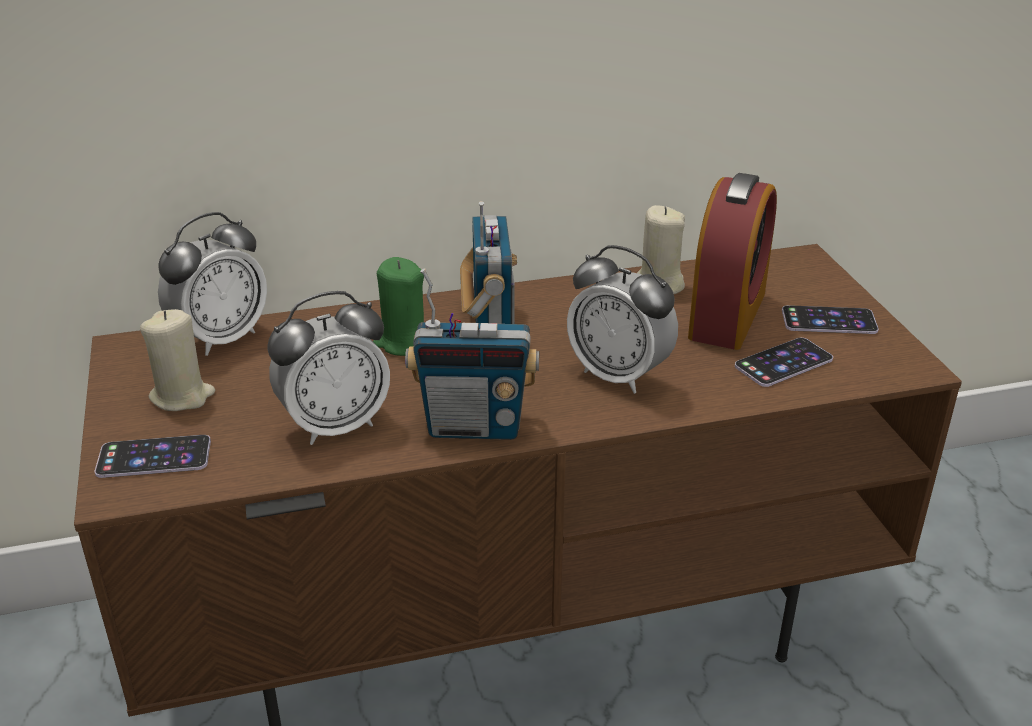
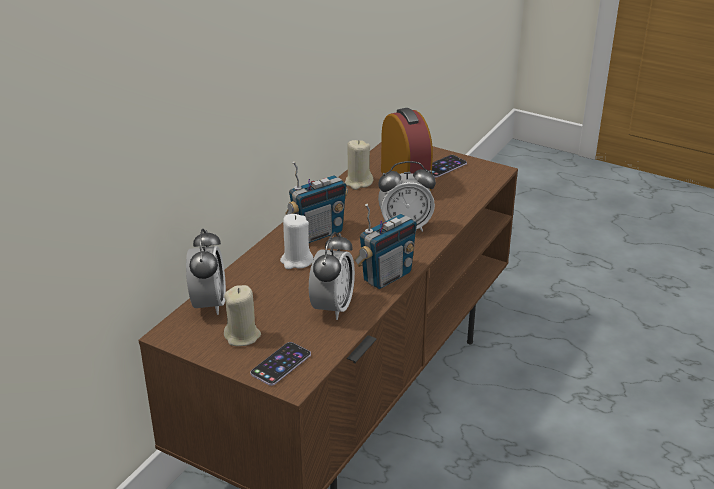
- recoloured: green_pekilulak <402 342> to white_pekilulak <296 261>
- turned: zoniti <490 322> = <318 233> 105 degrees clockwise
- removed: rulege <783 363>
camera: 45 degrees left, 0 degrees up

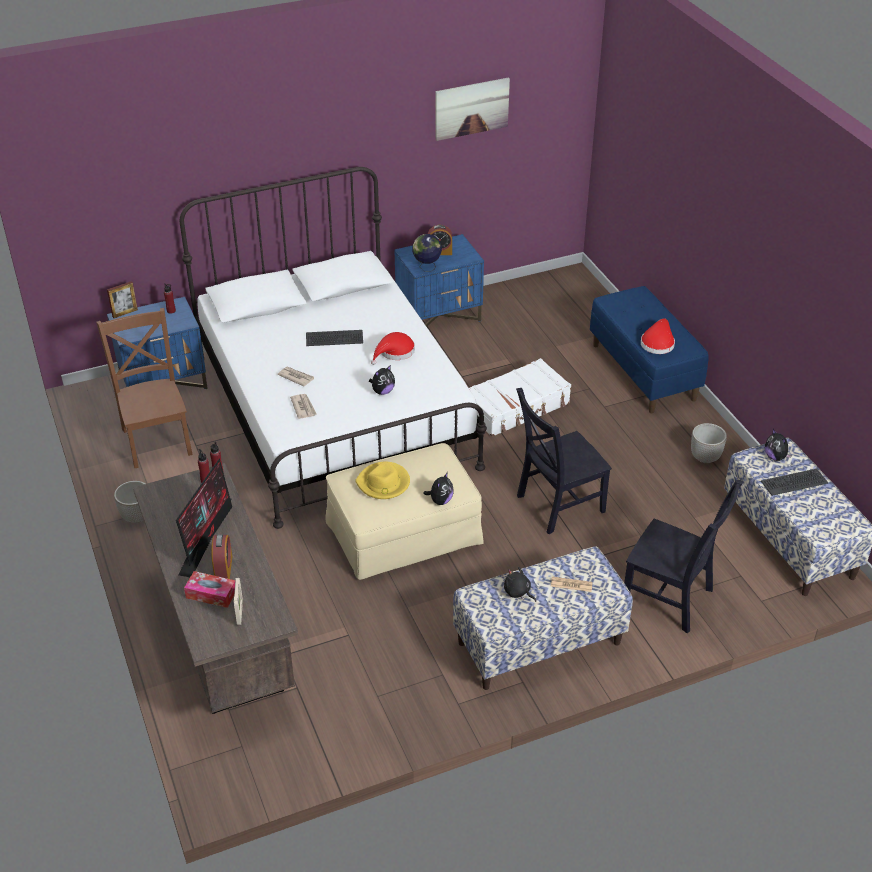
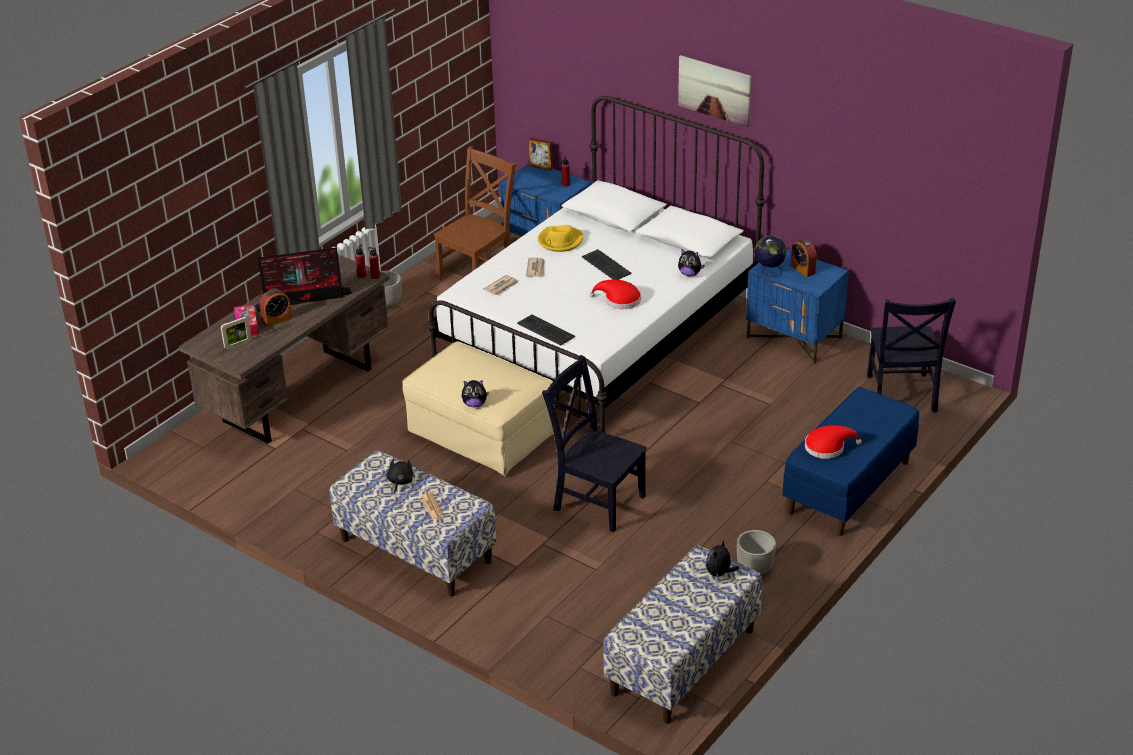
- moved: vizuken <794 482> to <546 330>
- moved: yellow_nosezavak <383 483> to <560 241>
- moved: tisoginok <471 108> to <714 90>
- moved: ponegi <382 391> to <689 274>
- moved: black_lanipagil <671 599> to <901 395>
- removed: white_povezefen <517 407>
camera: 60 degrees right, 5 degrees down

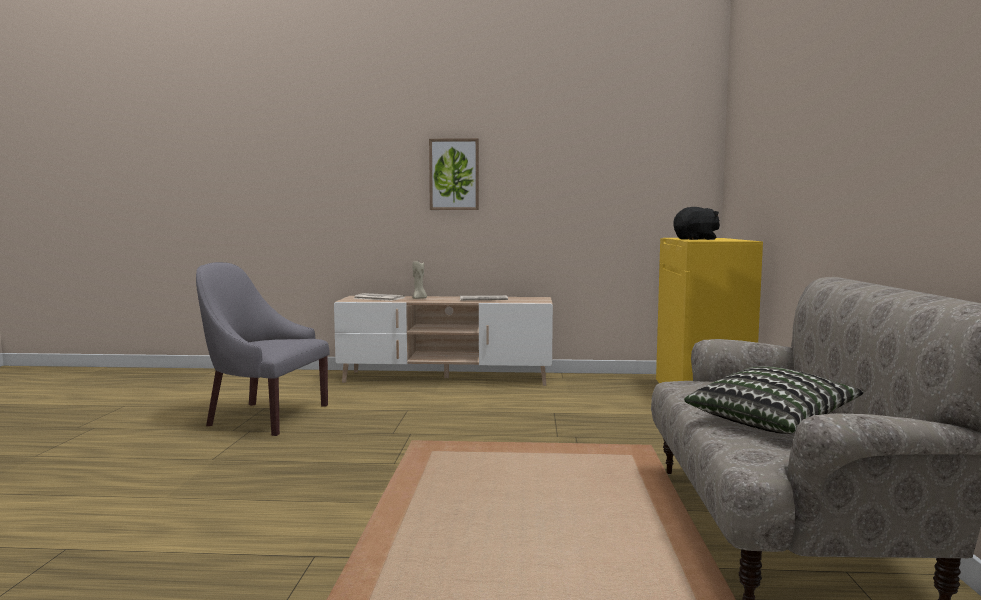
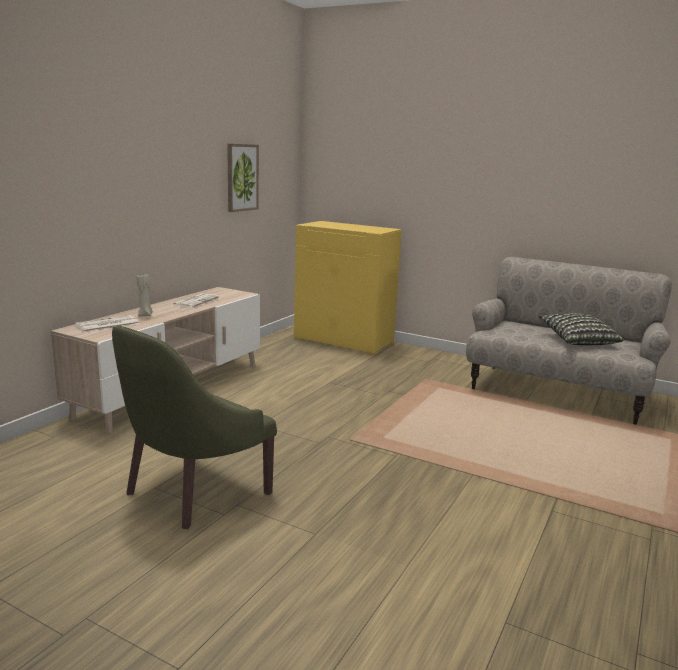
- recoloured: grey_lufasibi <264 416> to green_lufasibi <192 491>
- moved: tisoginok <454 174> to <242 177>
- removed: black_ponegi <696 239>
camera: 65 degrees left, 10 degrees up

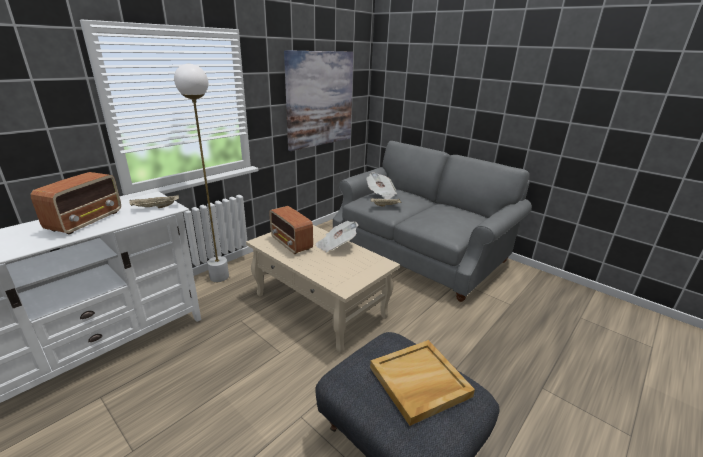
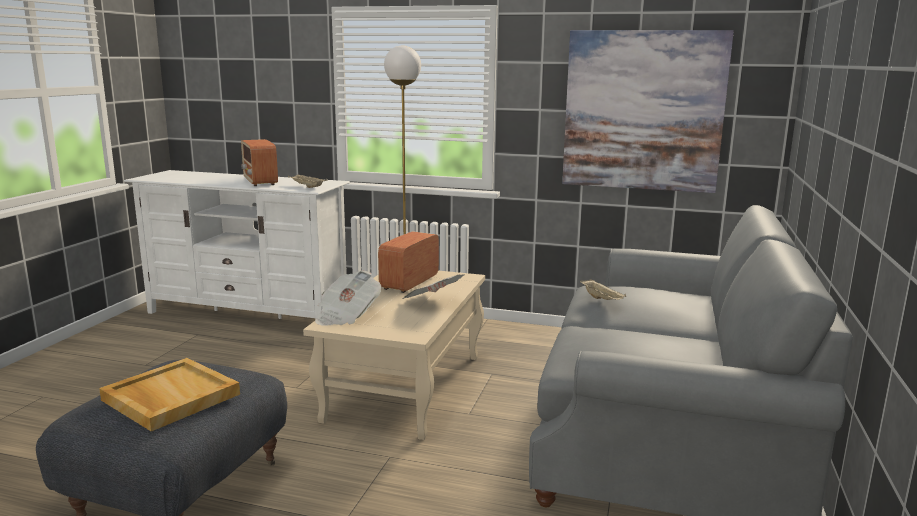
- turned: zoniti <87 221> = <260 181> 75 degrees clockwise
- moved: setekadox <381 194> to <346 316>
camera: 65 degrees right, 10 degrees down

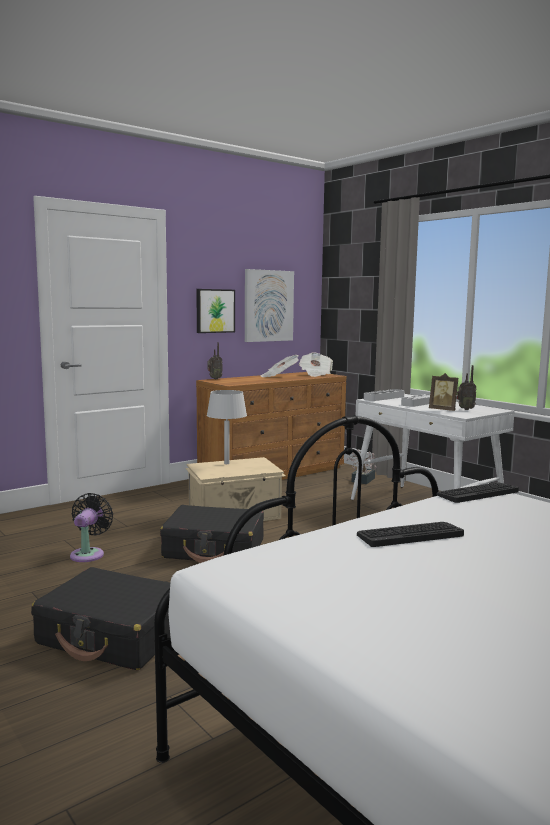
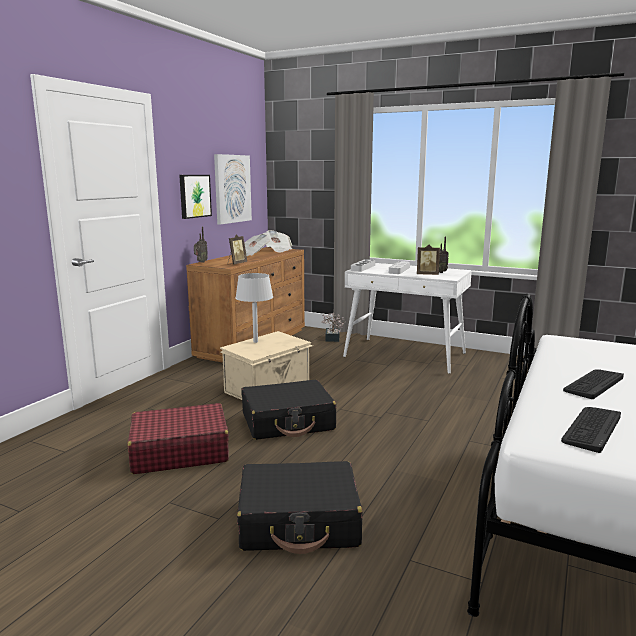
- replaced: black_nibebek <89 554> to red_povezefen <179 451>
- added: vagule <236 264>
- moved: vizuken <477 493> to <591 429>
camera: 25 degrees left, 5 degrees up

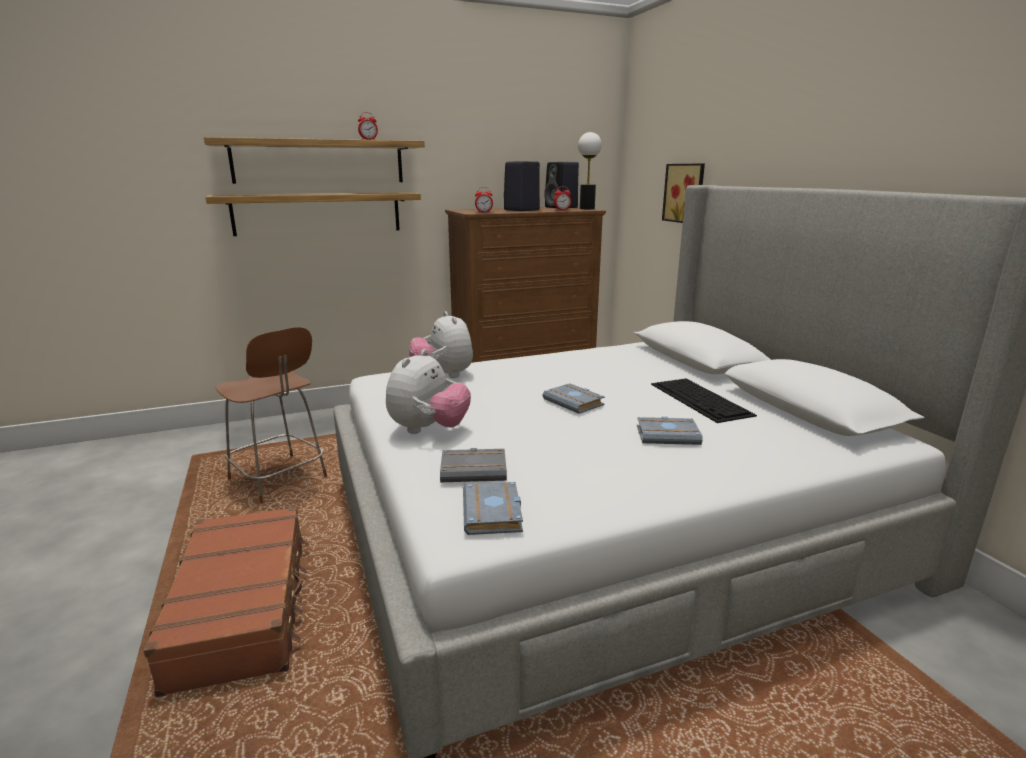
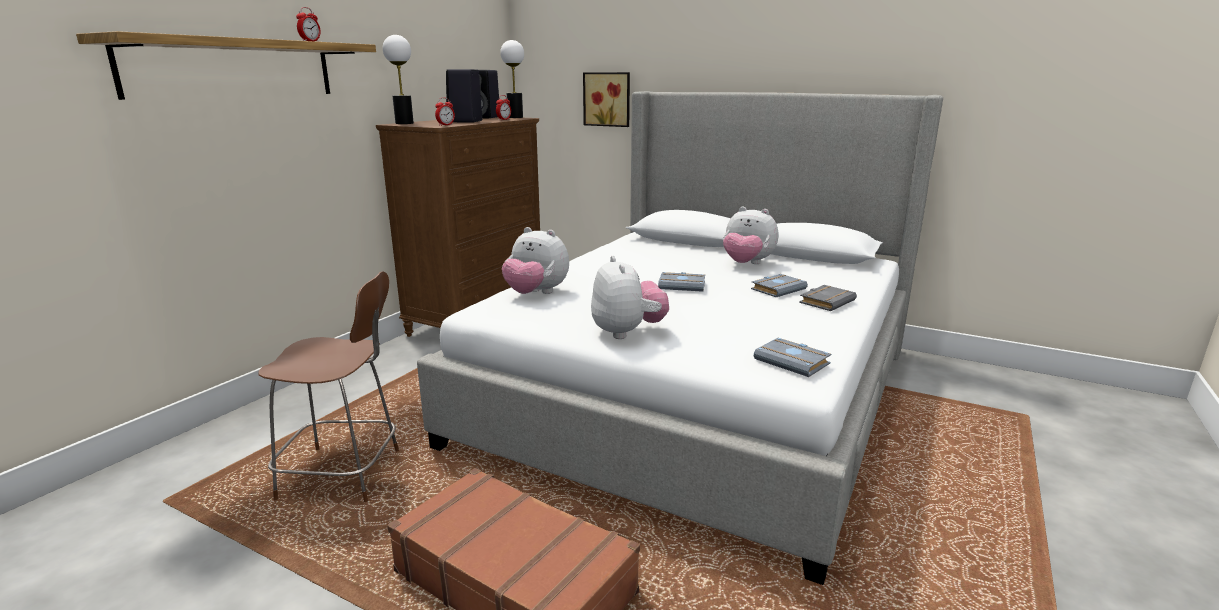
- added: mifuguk <404 123>
- replaced: vizuken <701 399> to ponegi <747 264>
- moved: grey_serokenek <475 470> to <826 301>
- removed: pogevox <318 213>
camera: 40 degrees left, 0 degrees up

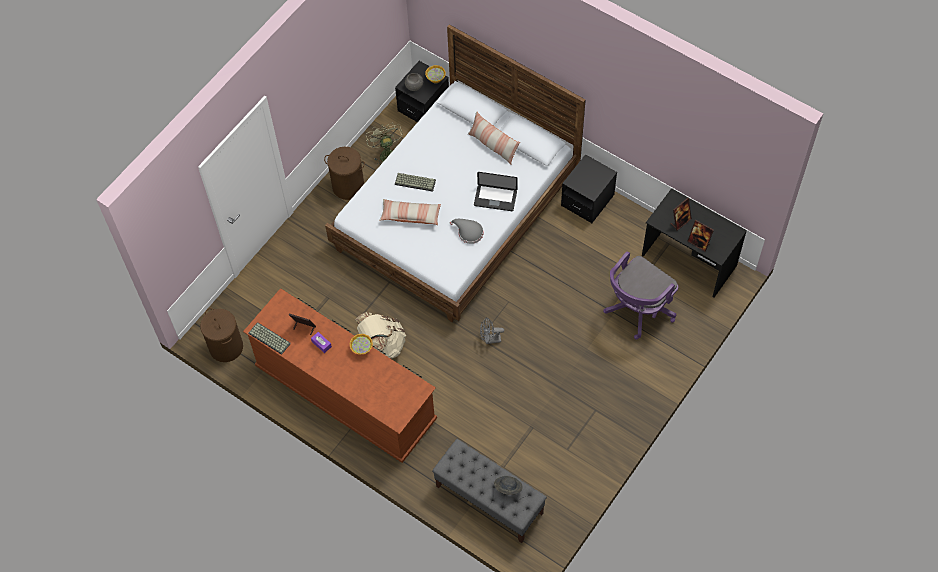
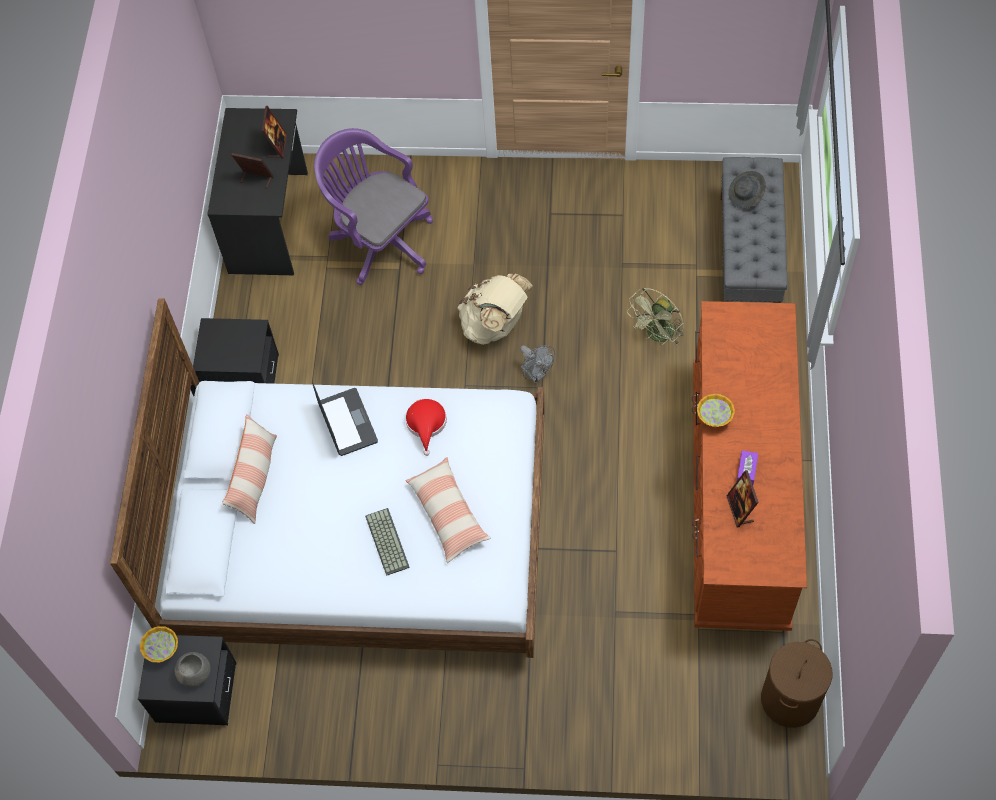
- turned: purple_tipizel <637 310> = <379 240> 150 degrees counterclockwise
- recoloured: grey_nosezavak <468 232> to red_nosezavak <426 424>
- moved: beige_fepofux <382 344> to <495 325>
- moved: green_nibebek <386 153> to <657 336>
- removed: vizuken <268 338>
- removed: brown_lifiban <348 186>
camera: 120 degrees left, 0 degrees up

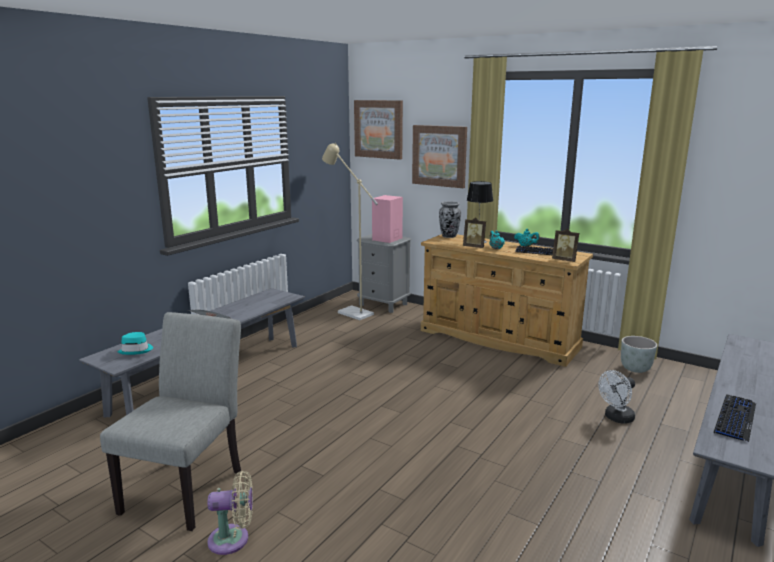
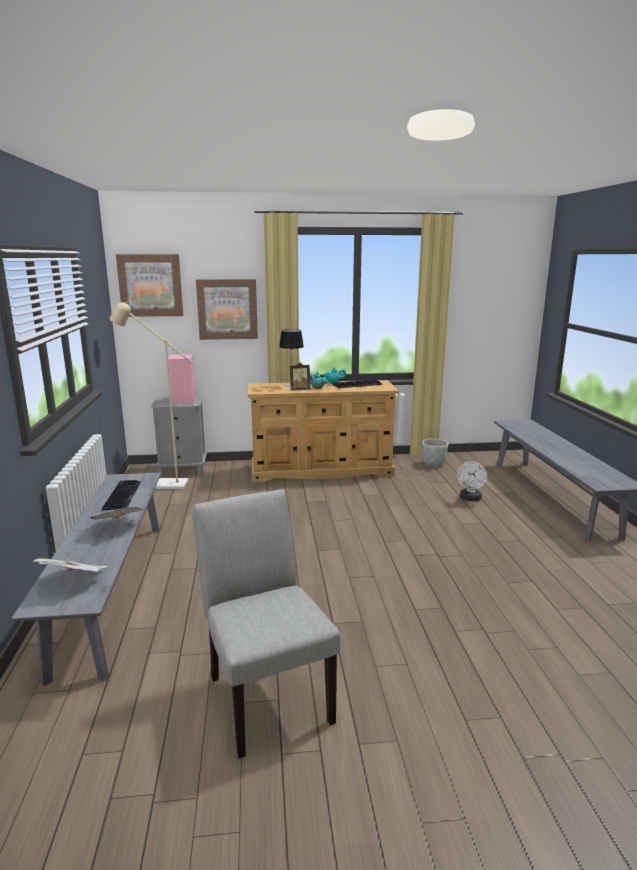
- replaced: turquoise_nosezavak <136 350> to setekadox <75 580>
- moved: vizuken <735 418> to <122 496>
- removed: beige_nibebek <233 539>
- removed: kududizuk <449 236>
- removed: vagule <564 260>
camera: 40 degrees left, 0 degrees up

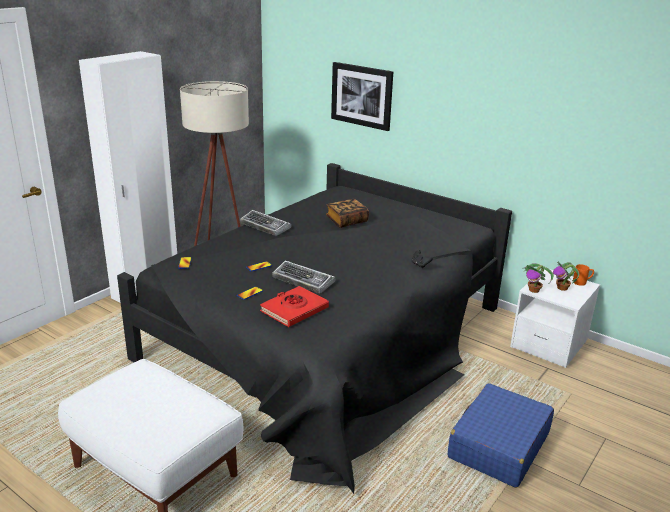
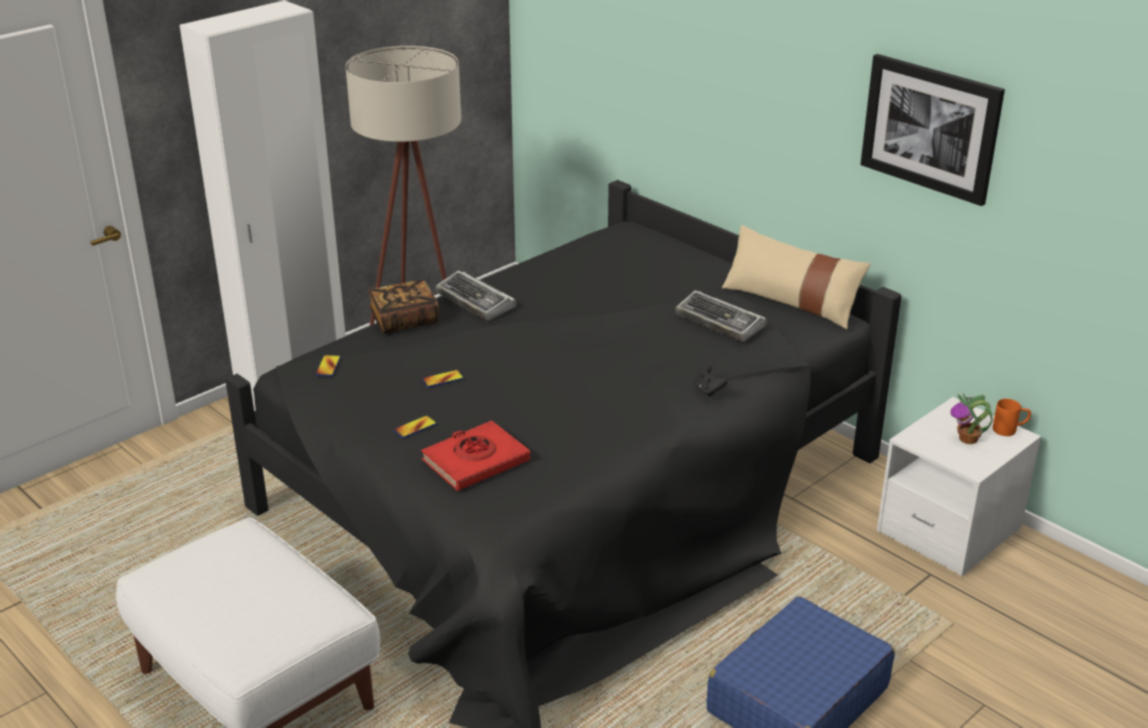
- moved: serokenek <346 221> to <404 320>
- moved: vizuken <304 281> to <721 322>
- added: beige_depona <791 302>
- moved: tisoginok <362 95> to <931 128>
- removed: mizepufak <534 290>
camera: 10 degrees right, 5 degrees up

